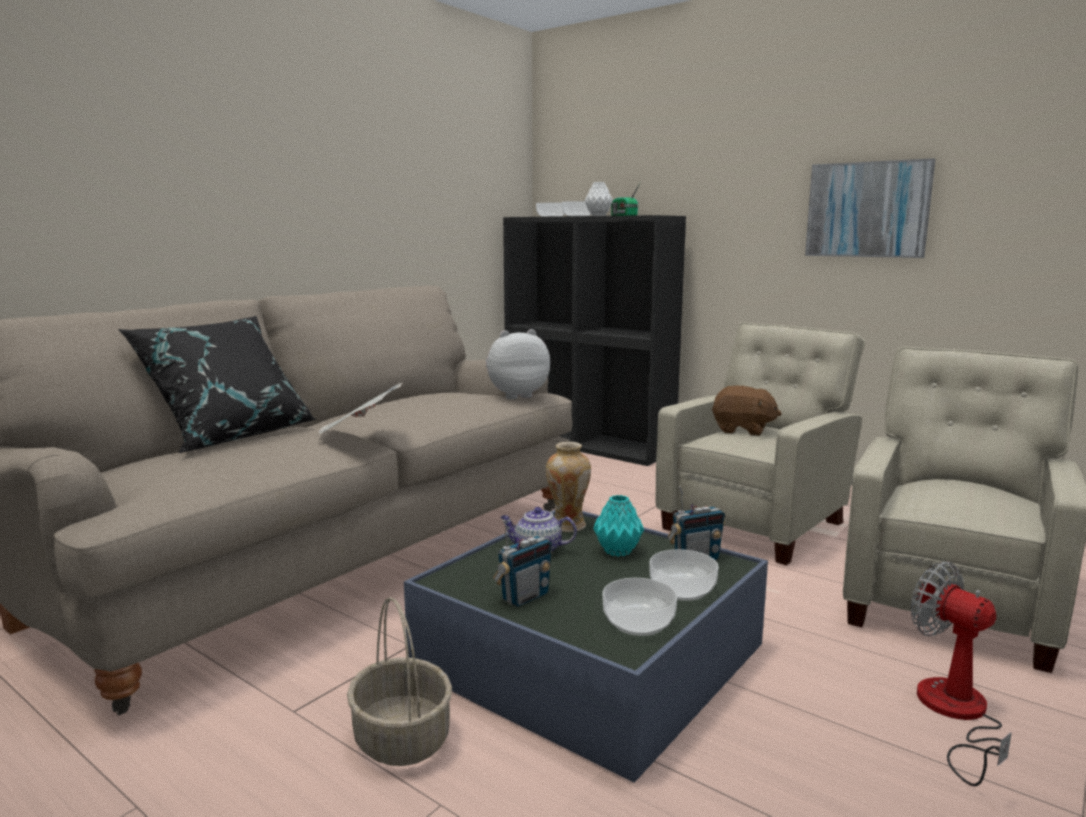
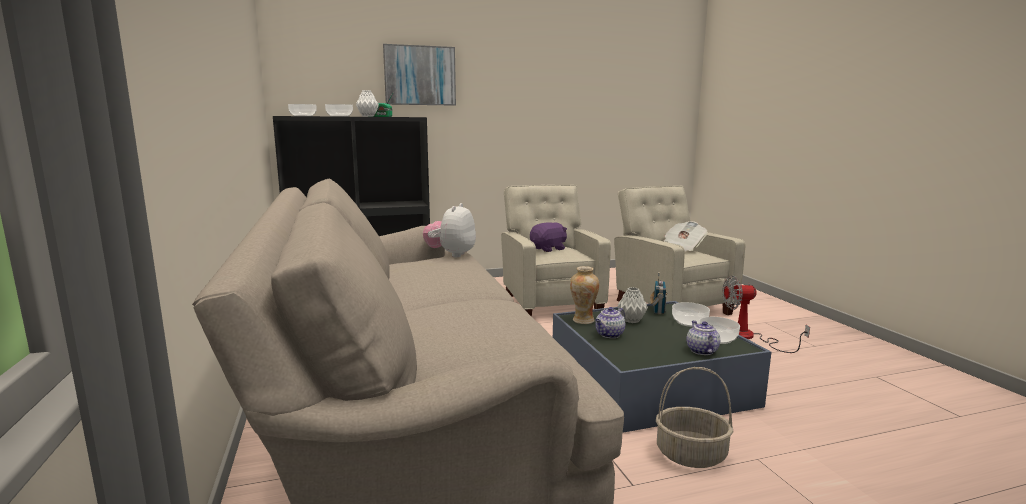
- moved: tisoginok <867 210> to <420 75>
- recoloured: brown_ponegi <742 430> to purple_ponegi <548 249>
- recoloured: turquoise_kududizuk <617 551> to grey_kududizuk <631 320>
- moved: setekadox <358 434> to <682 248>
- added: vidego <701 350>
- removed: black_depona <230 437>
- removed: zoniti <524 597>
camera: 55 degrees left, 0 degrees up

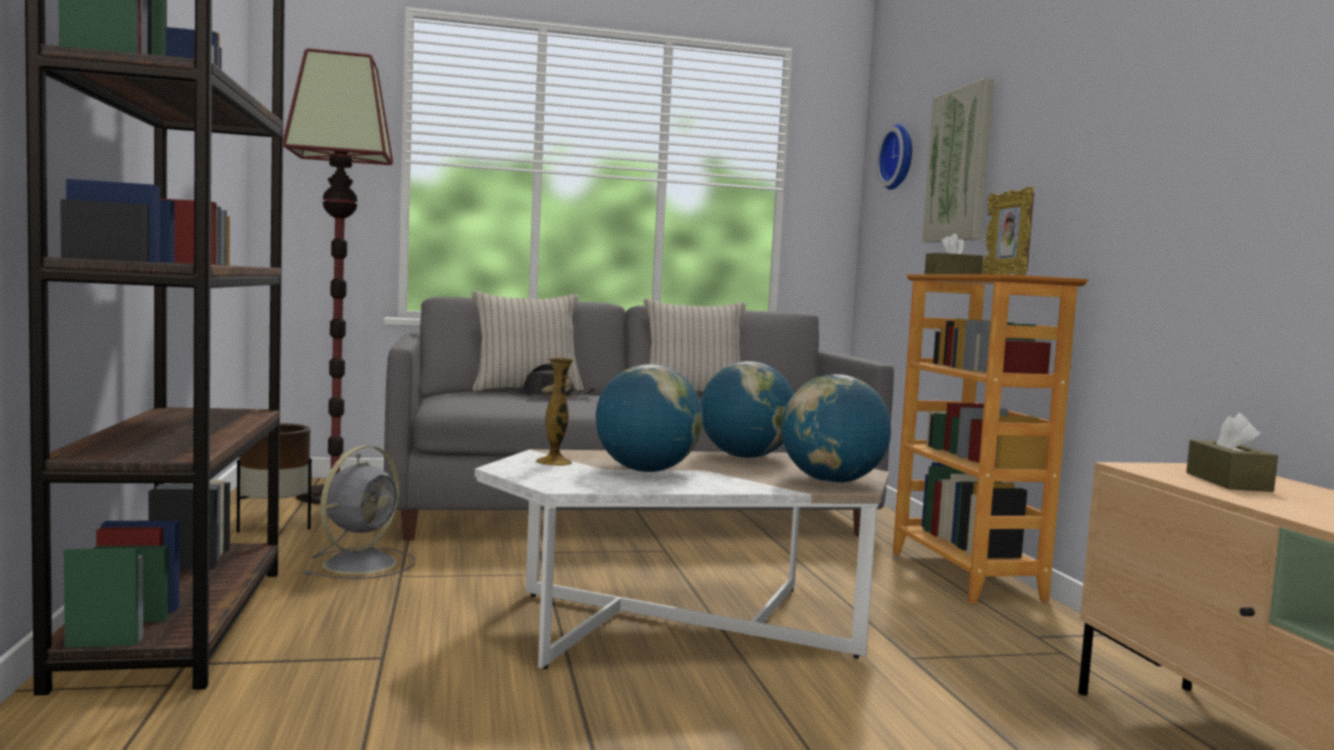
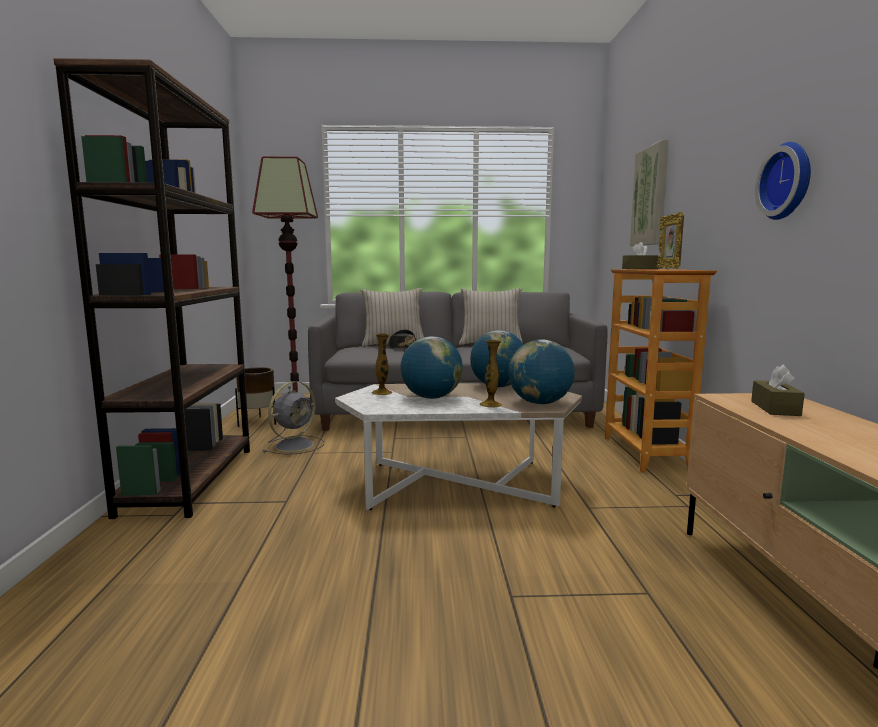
- added: kududizuk <490 405>
- moved: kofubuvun <900 157> to <788 181>
camera: 10 degrees right, 5 degrees up

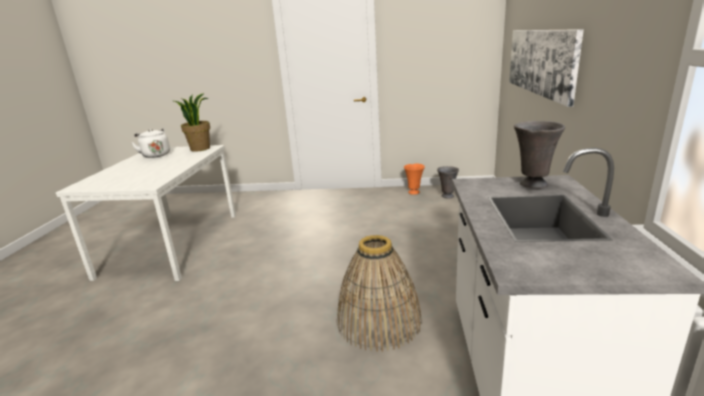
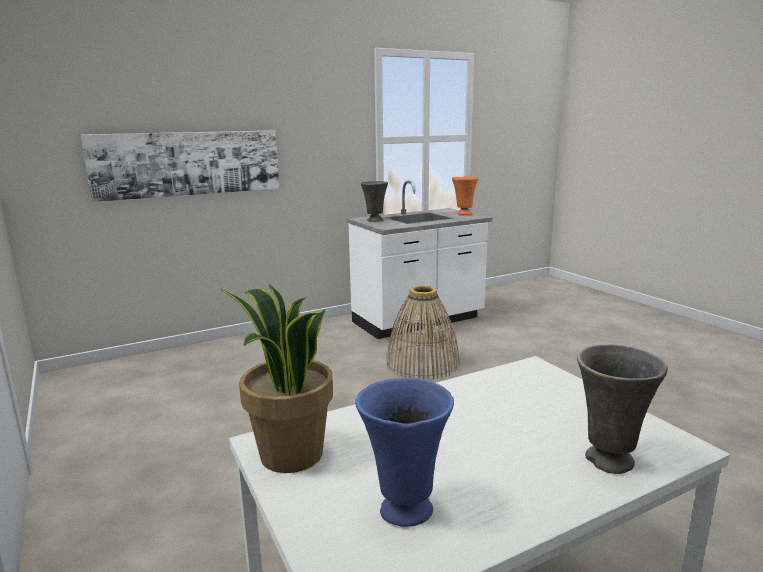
- replaced: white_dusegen <155 155> to blue_kududizuk <404 510>
- moved: orange_kududizuk <414 192> to <463 214>
- moved: grey_kududizuk <447 196> to <609 461>
camera: 125 degrees left, 5 degrees down

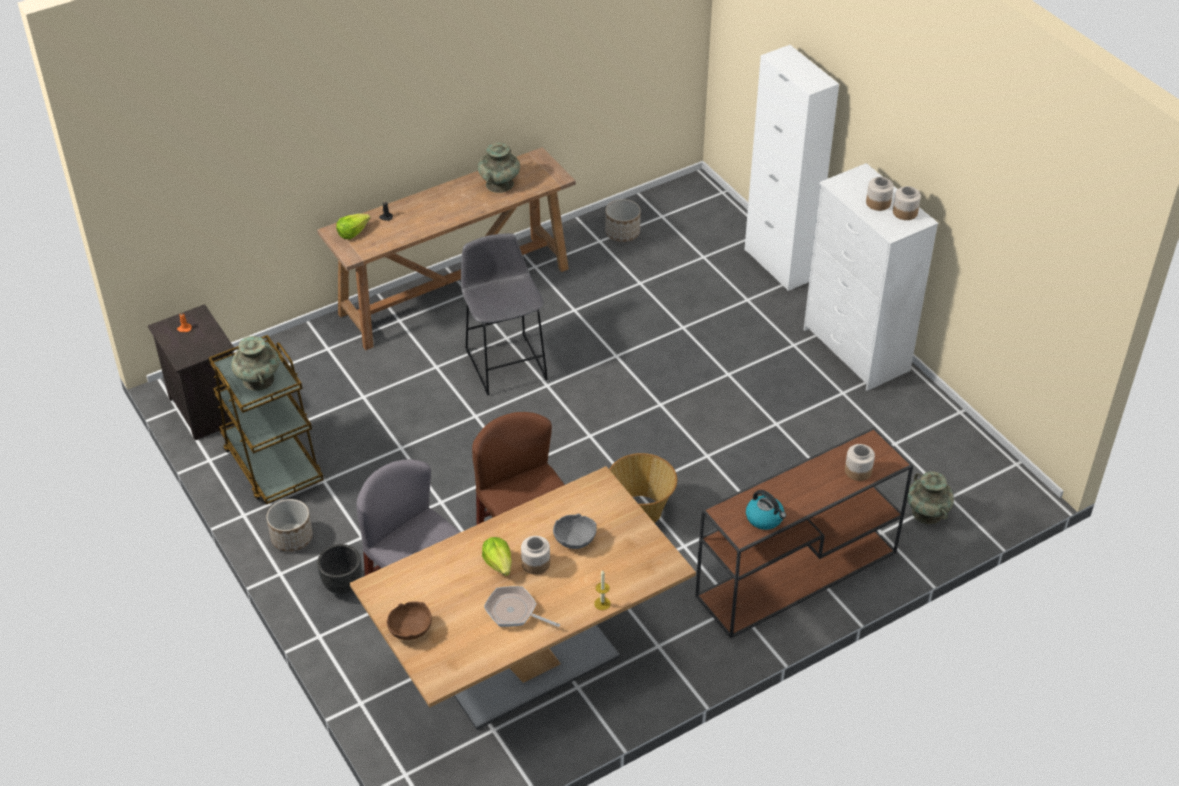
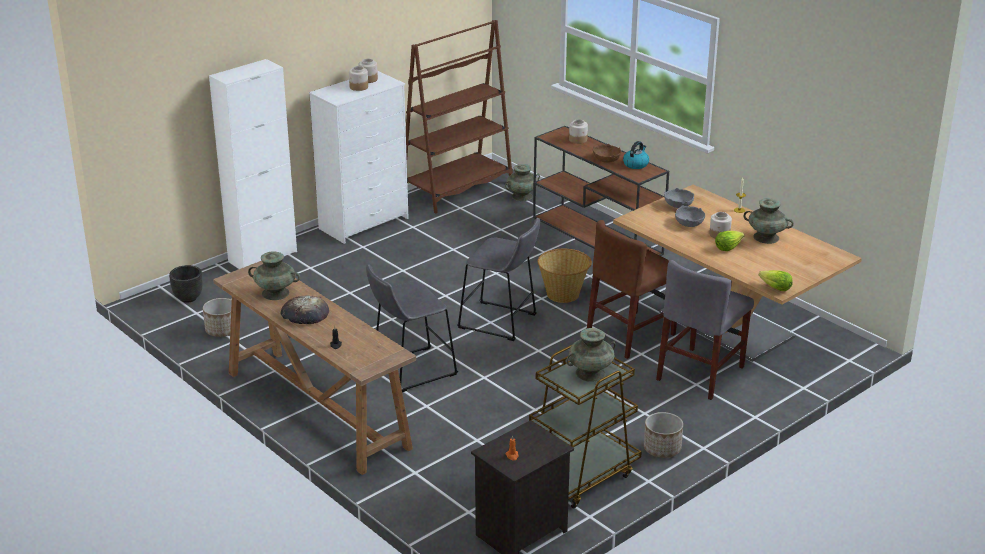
- moved: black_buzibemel <343 585> to <188 298>
- added: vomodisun <304 314>
- added: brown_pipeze <457 190>
- added: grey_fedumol <501 322>
- moved: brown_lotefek <409 629> to <606 160>
- added: grey_lotefek <678 205>
- replaced: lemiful <514 612> to turquoise_kududizuk <766 237>
- moved: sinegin <352 232> to <775 288>
camera: 100 degrees left, 15 degrees down

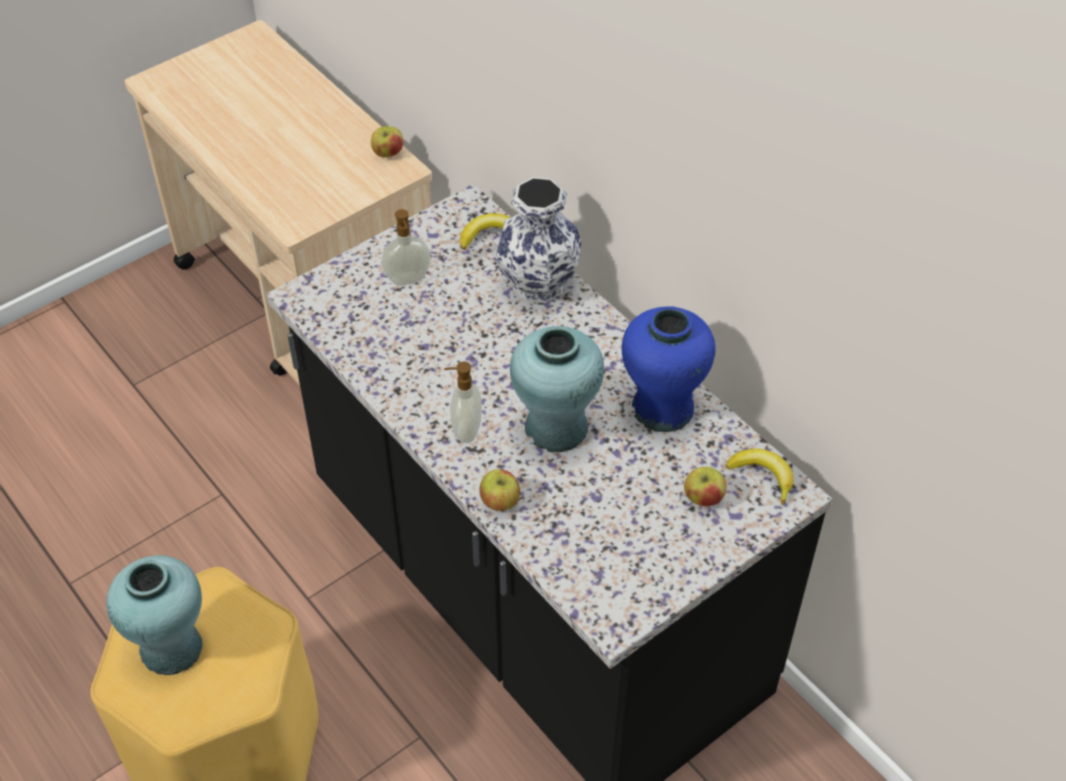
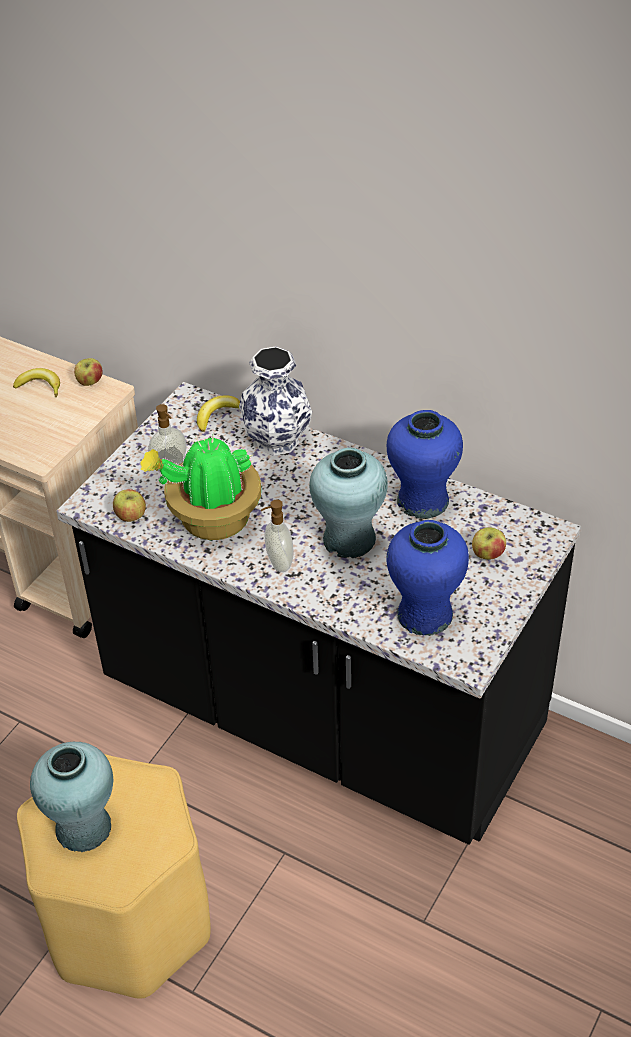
- moved: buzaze <763 476> to <40 386>
- moved: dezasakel <500 501> to <131 516>
- added: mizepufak <212 520>
- added: blue_kududizuk <424 614>
camera: 20 degrees left, 5 degrees down

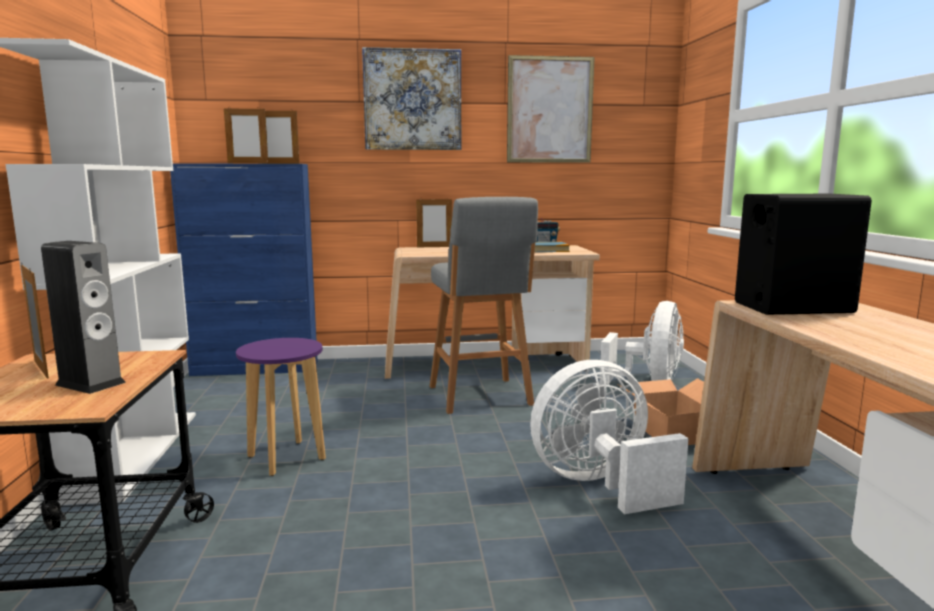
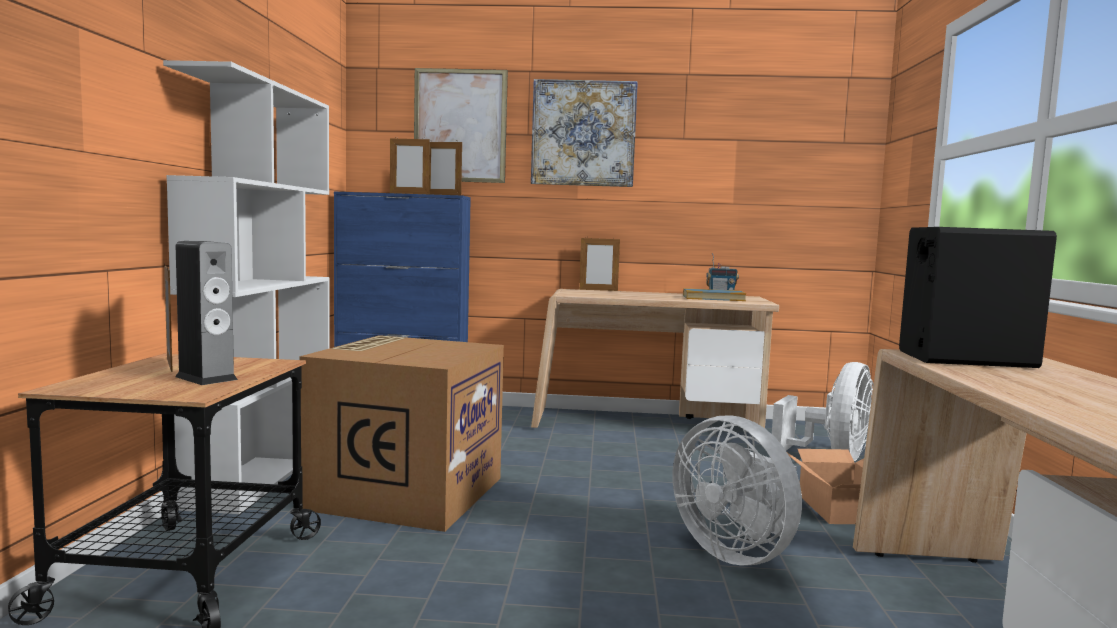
- replaced: purple_fedumol <286 458> to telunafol <406 492>
- moved: tisoginok <550 110> to <460 125>
- turned: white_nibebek <599 484> = <736 552> 120 degrees counterclockwise
- removed: grey_fedumol <480 397>
camera: 10 degrees right, 5 degrees down

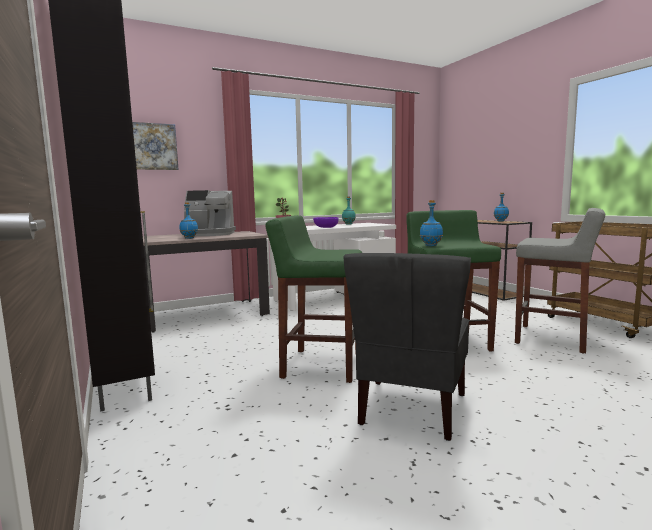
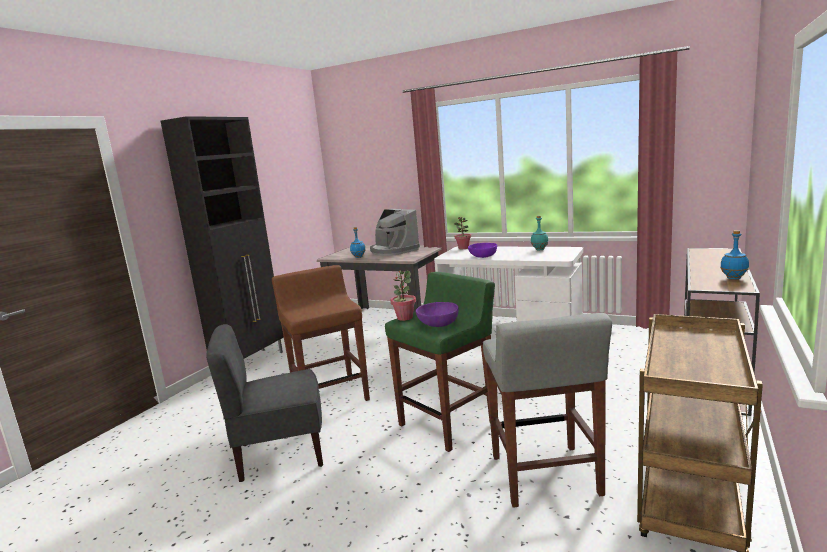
- recoloured: green_fedumol <321 365> to brown_fedumol <330 397>
- replaced: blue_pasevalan <430 246> to mizepufak <404 318>
- added: purple_lotefek <438 324>
- removed: tisoginok <152 146>
camera: 55 degrees right, 5 degrees up

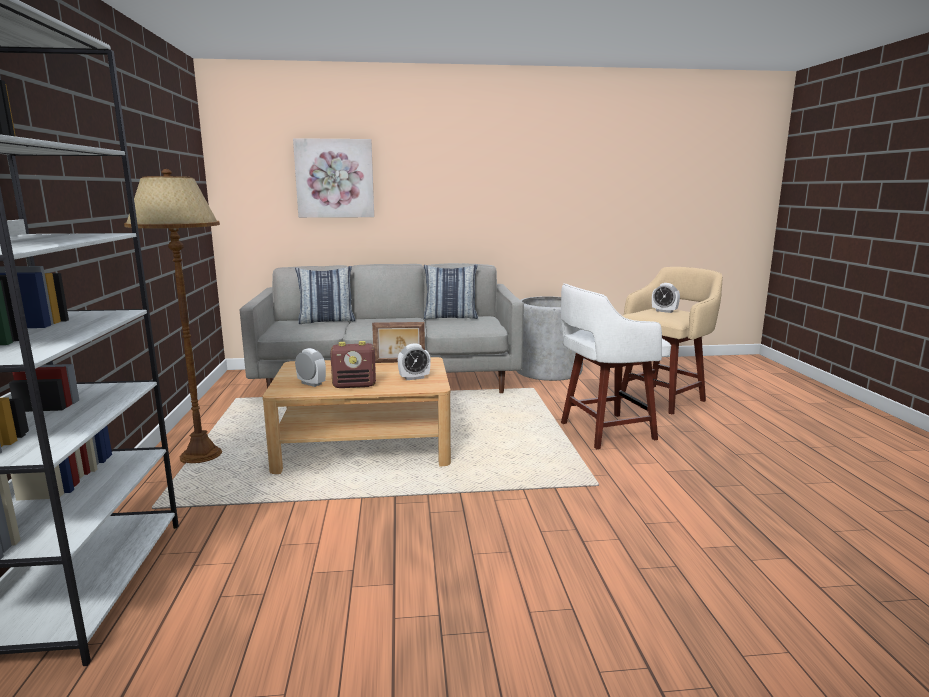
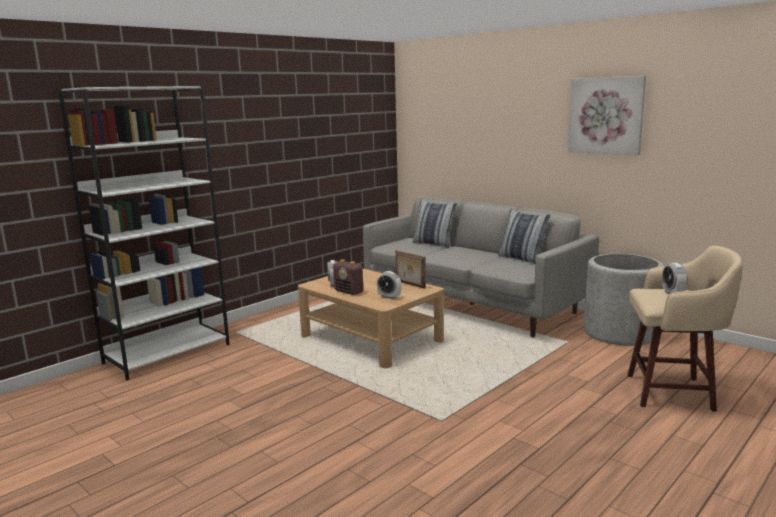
- moved: tisoginok <335 178> to <606 115>
- removed: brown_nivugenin <201 455>
- removed: white_fedumol <604 431>
camera: 50 degrees right, 0 degrees up

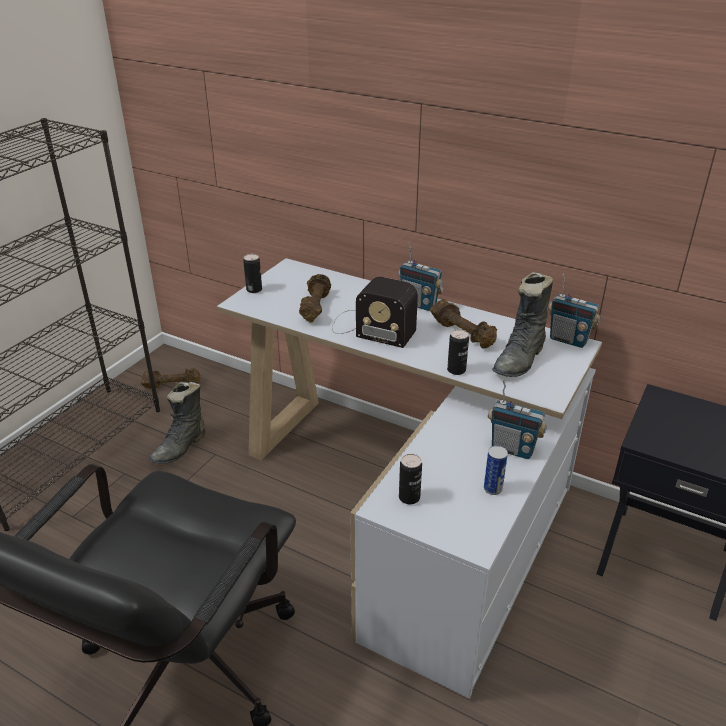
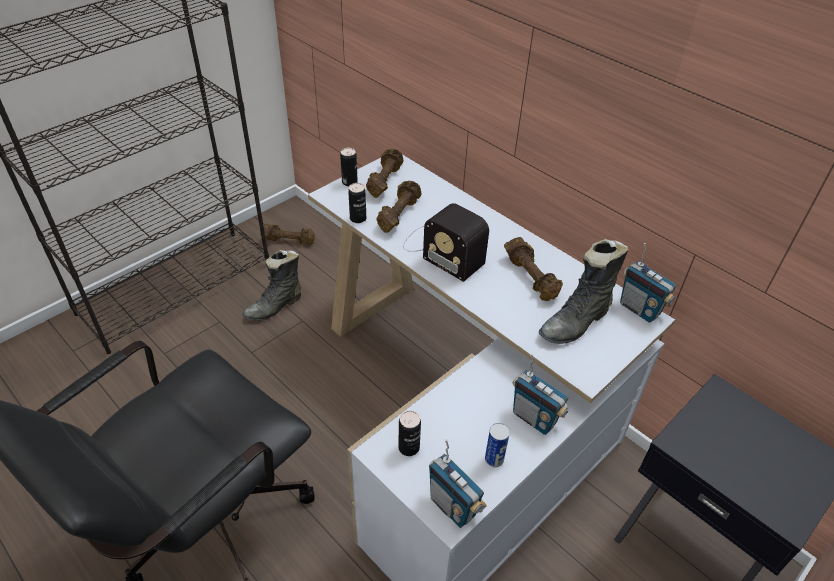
- moved: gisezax <456 370> to <358 218>
- added: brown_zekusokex <384 181>
- moved: zoniti <419 304> to <453 506>
camera: 15 degrees right, 10 degrees up

